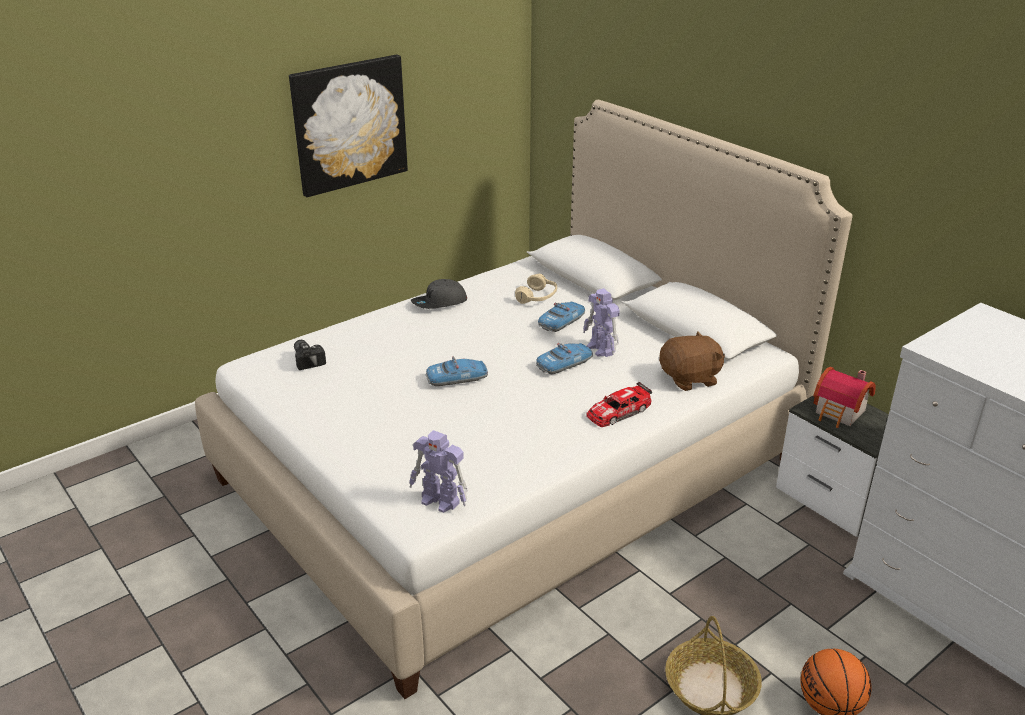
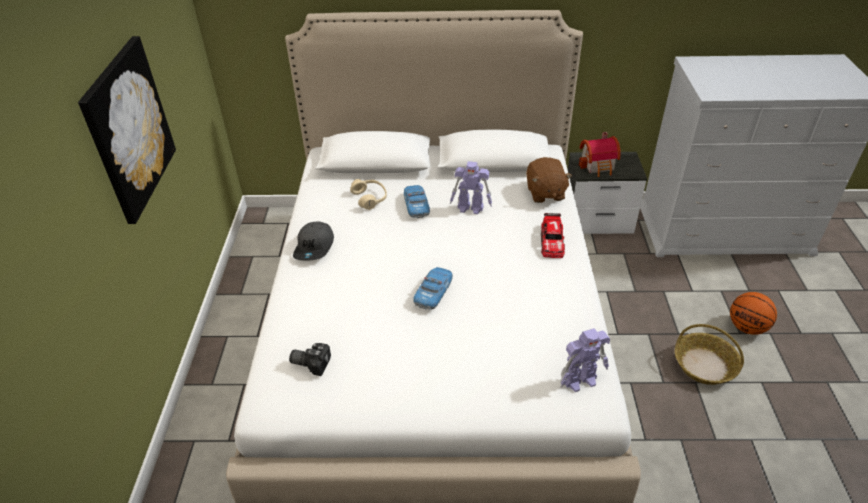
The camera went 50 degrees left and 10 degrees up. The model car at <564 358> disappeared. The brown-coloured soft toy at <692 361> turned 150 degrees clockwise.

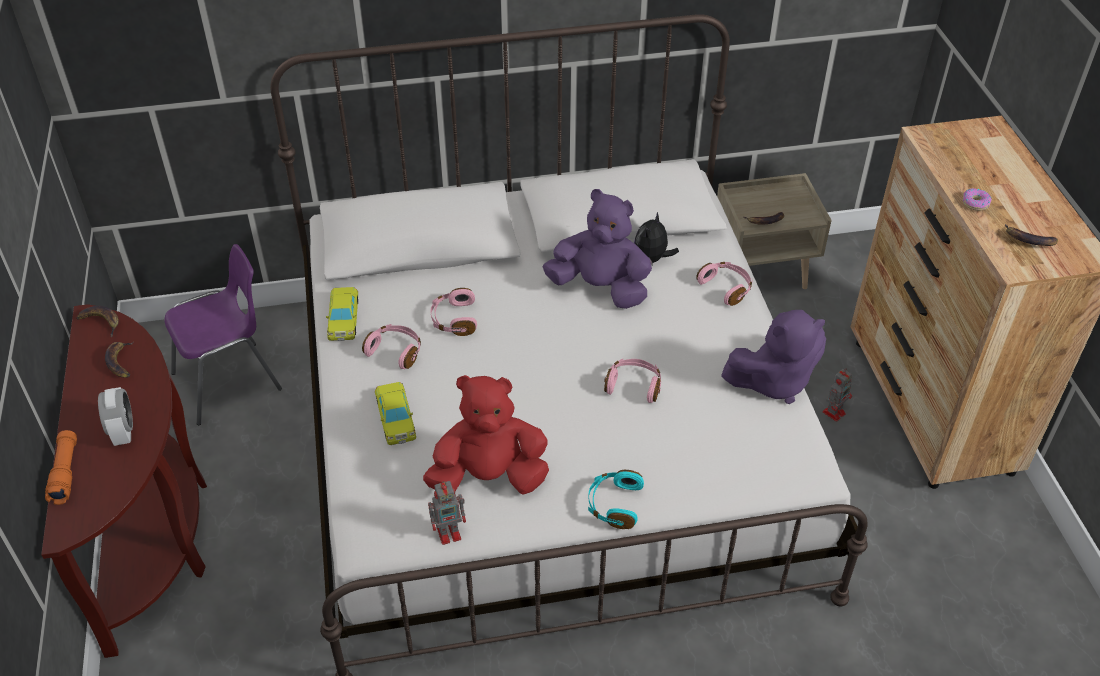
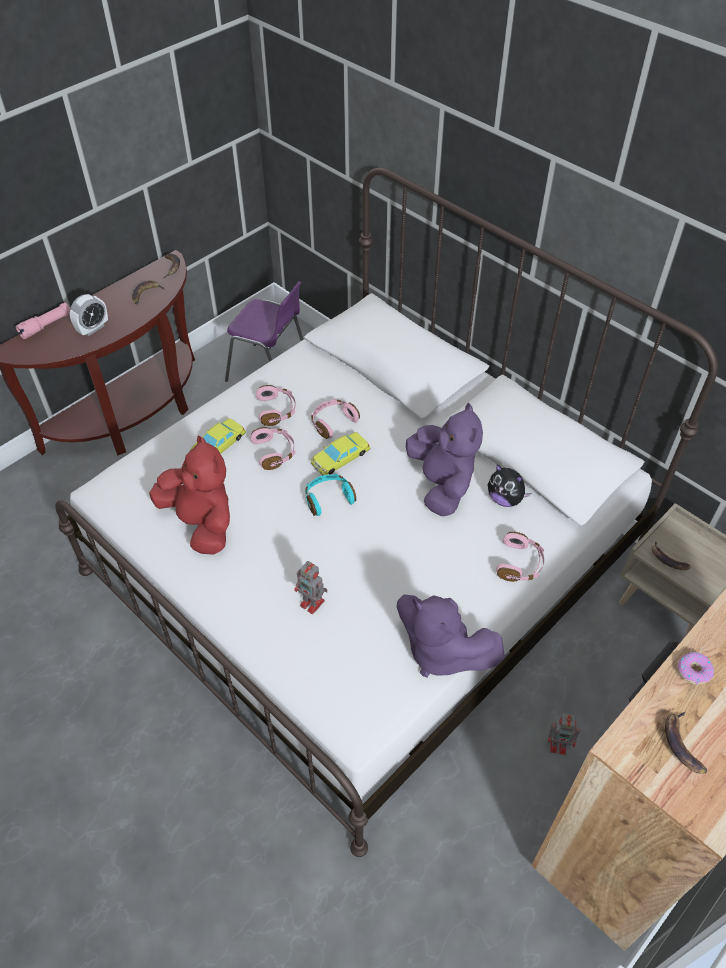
The camera went 55 degrees right and 5 degrees up. The yellowish model car moved from <342 314> to <341 453>. The toy robot moved from <447 513> to <311 587>. The turquoise headphones moved from <616 499> to <330 494>. The pink-coloured headphones moved from <632 380> to <273 448>. The orangey flashlight at <61 467> became the pink-coloured flashlight at <43 321>. The soft toy at <656 239> turned 135 degrees counterclockwise.

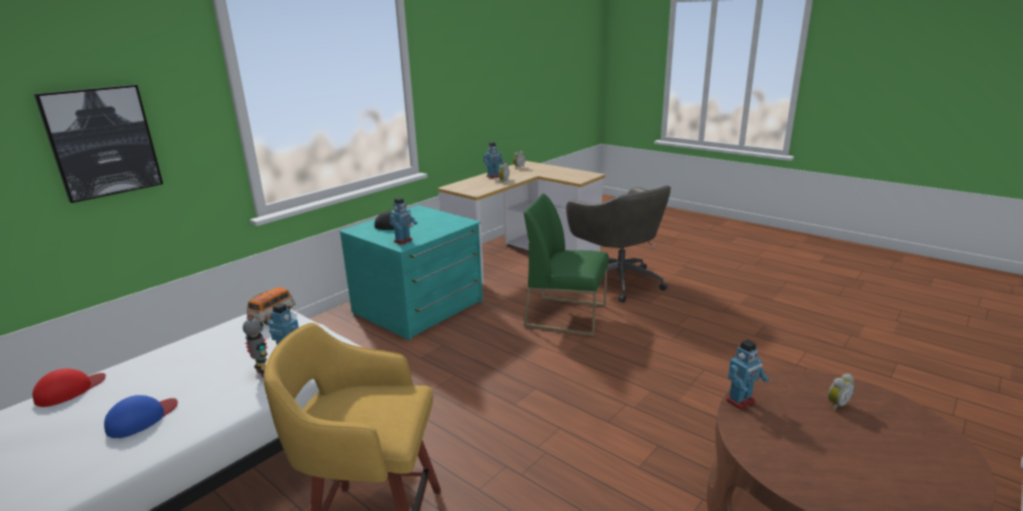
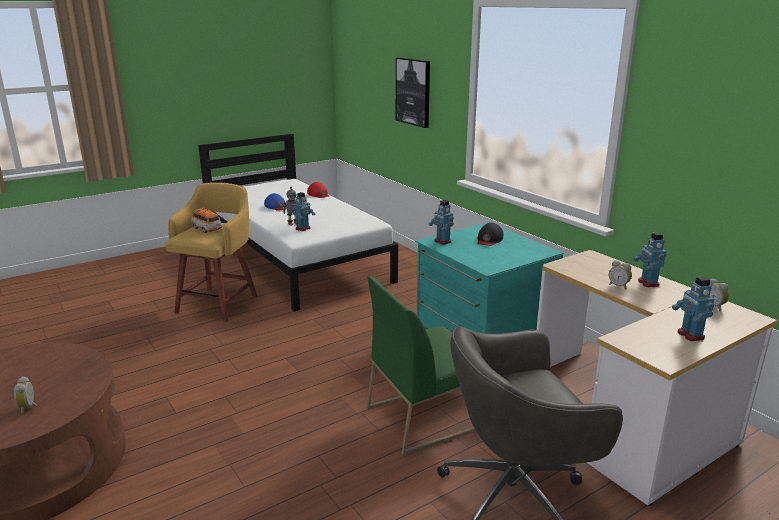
The camera went 105 degrees right and 0 degrees up. The model car moved from <271 306> to <206 220>. The toy robot moved from <747 374> to <693 308>. The green chair at <566 264> turned 150 degrees counterclockwise.

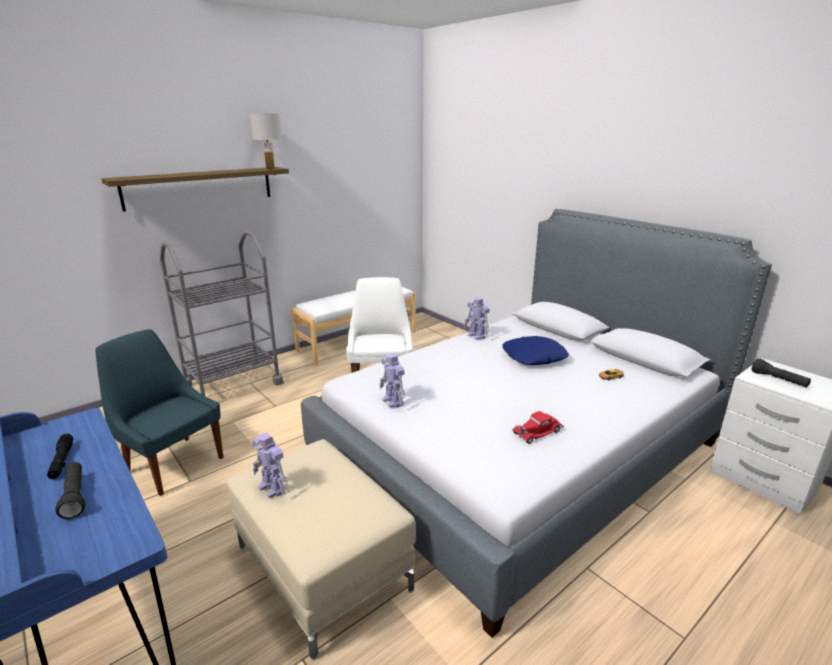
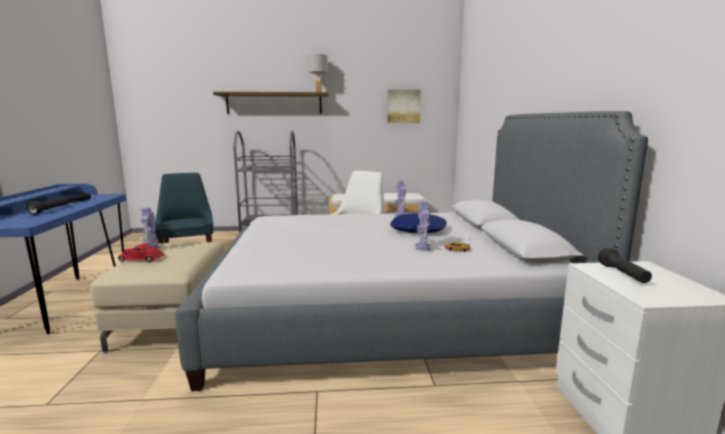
The camera went 35 degrees right and 10 degrees down. The wall picture at <404 106> appeared. The toy robot moved from <392 380> to <423 226>. The red model car moved from <538 427> to <141 253>.

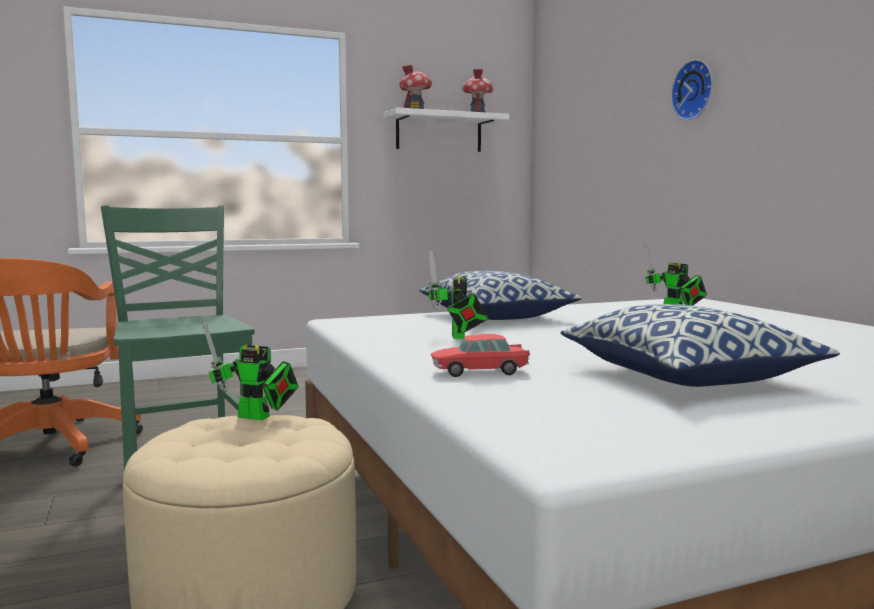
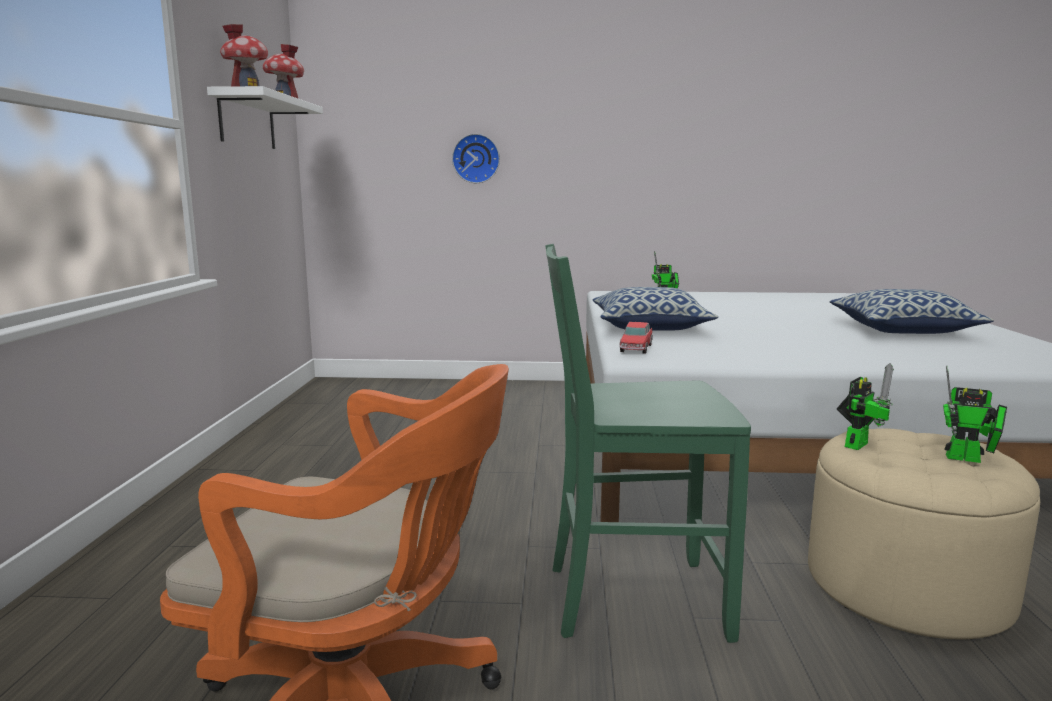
The camera went 65 degrees left and 5 degrees up. The toy robot moved from <458 294> to <975 414>. The model car moved from <480 355> to <636 338>. The hanging clock moved from <692 89> to <476 158>.

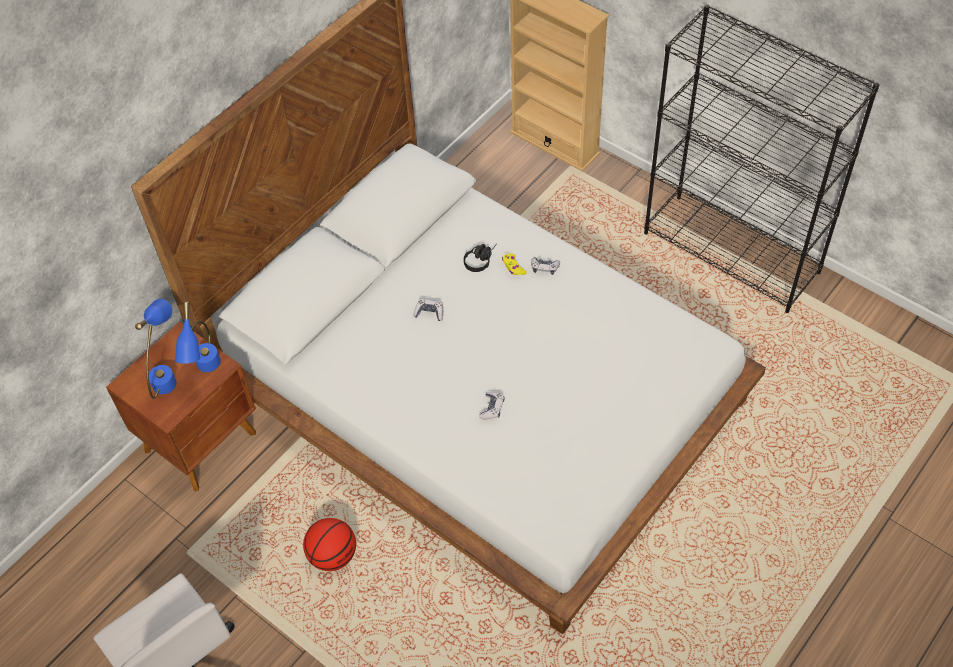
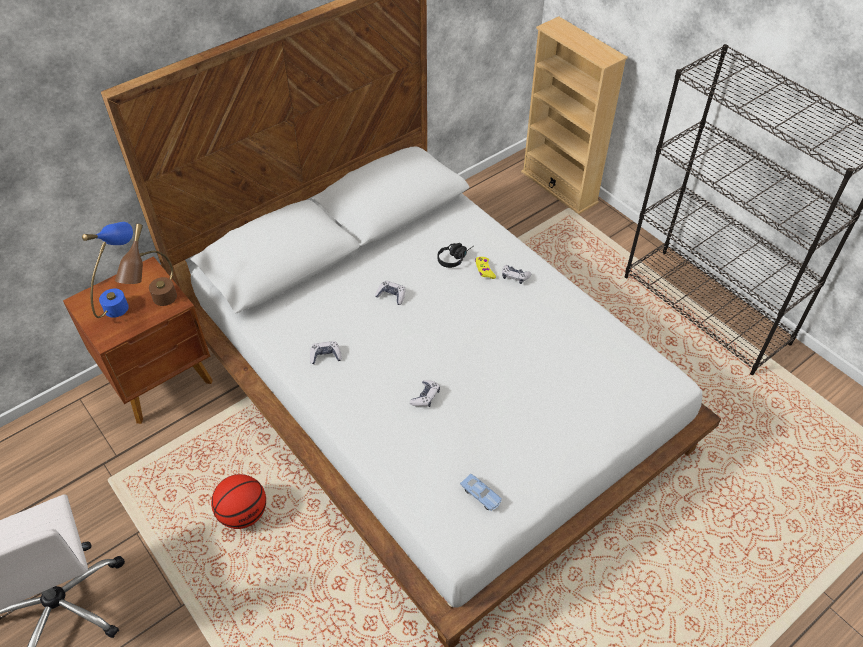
The camera went 10 degrees right and 5 degrees down. The gamepad at <326 352> appeared. The blue model car at <481 492> appeared. The blue lamp for a table at <198 336> became the brown-coloured lamp for a table at <146 264>.

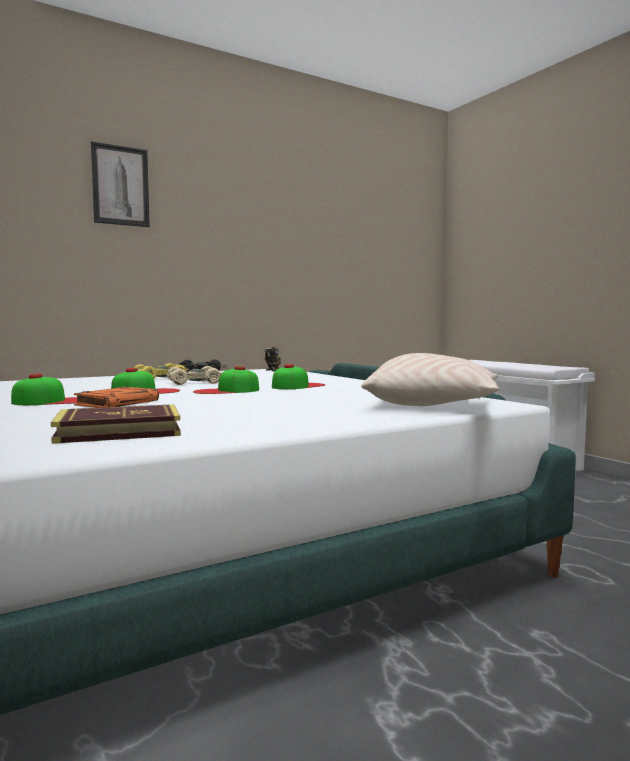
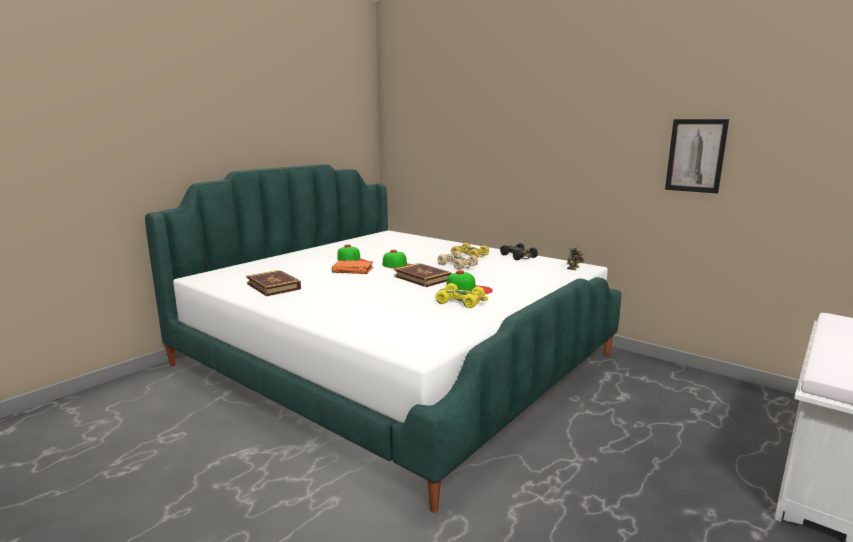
The camera went 70 degrees right and 10 degrees up. The beige throw pillow at <430 379> disappeared. The yellowish model car at <461 295> appeared. The wall picture moved from <120 184> to <697 156>. The cap at <226 380> was replaced by the volume at <422 275>.

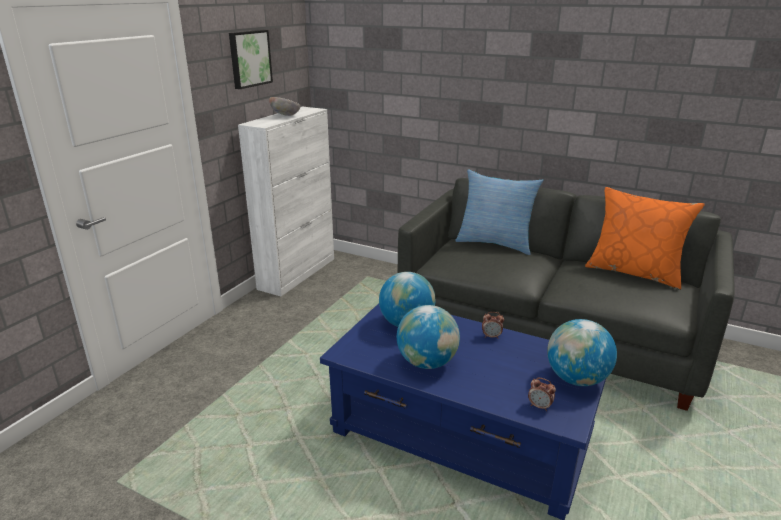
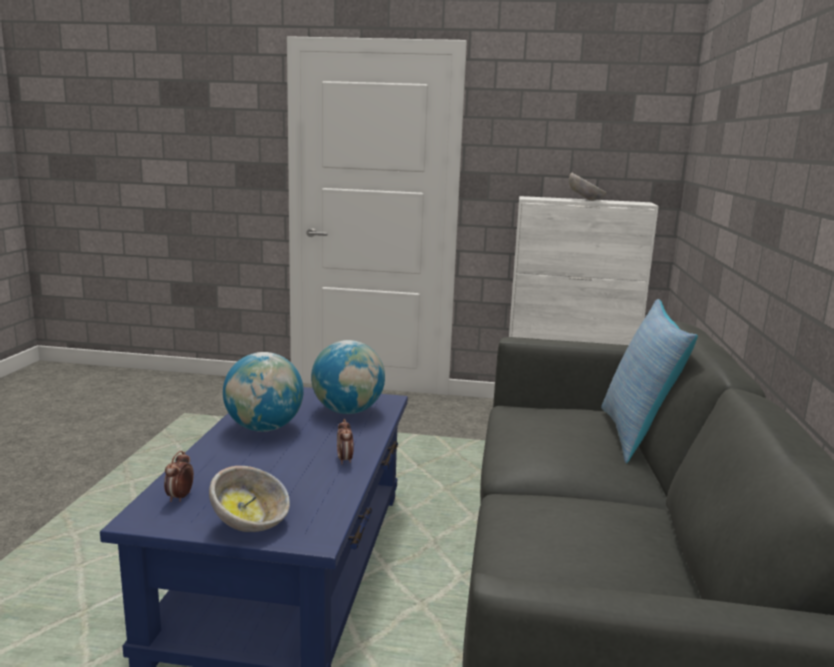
The camera went 70 degrees right and 10 degrees down. The wall picture at <251 59> disappeared. The orangey throw pillow at <645 238> disappeared. The globe at <582 352> was replaced by the serving bowl at <249 499>.

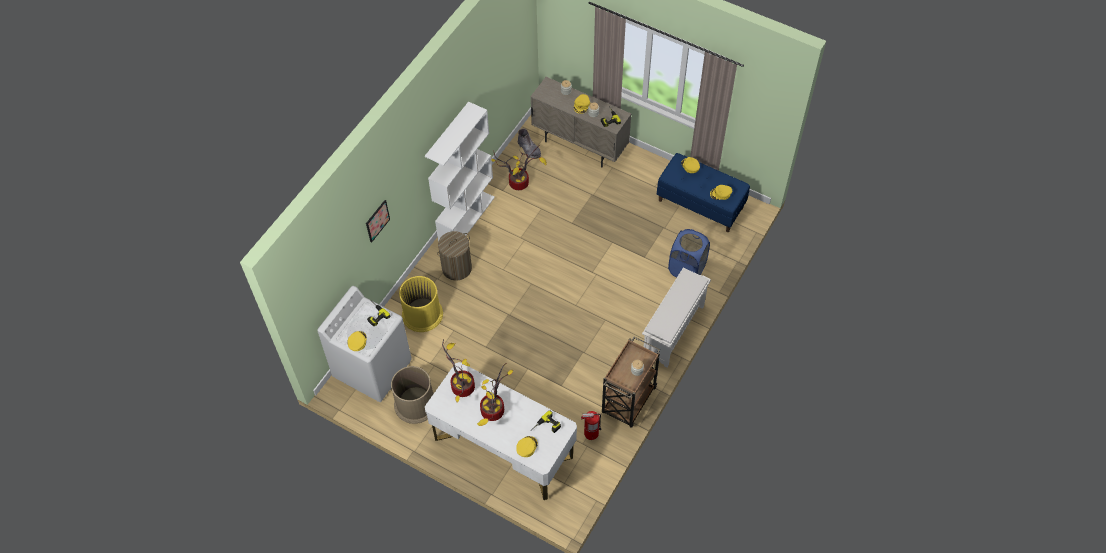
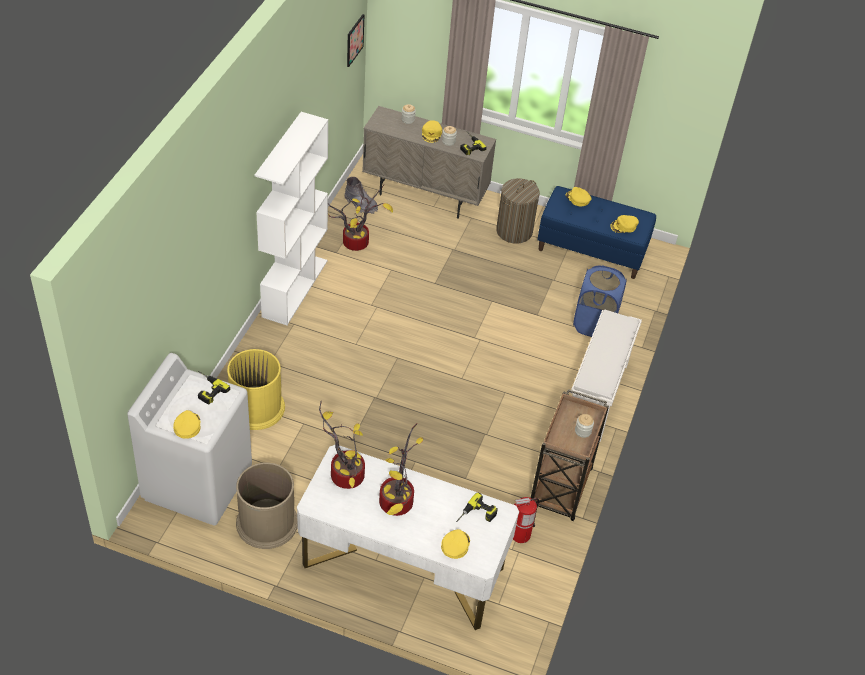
The camera went 15 degrees left and 10 degrees down. The wall picture moved from <378 221> to <356 40>. The washing basket moved from <454 256> to <518 211>.

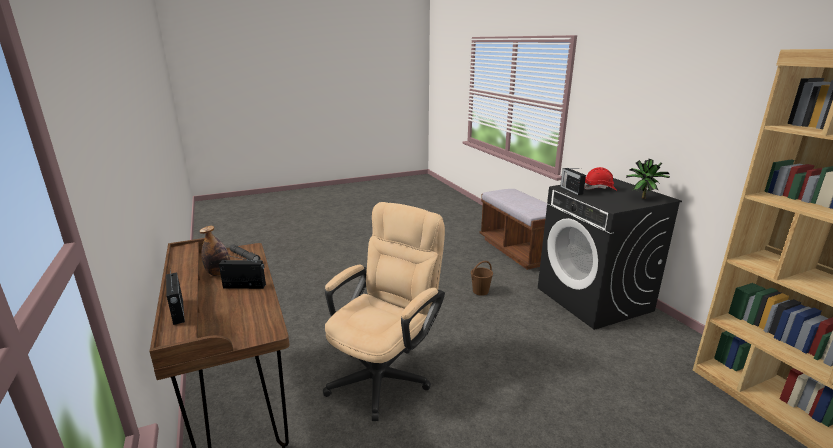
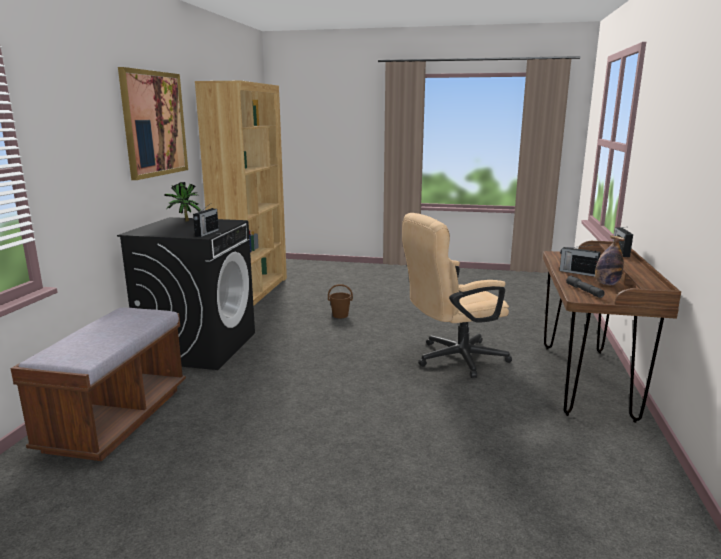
The camera went 145 degrees left and 5 degrees down. The red work helmet at <600 179> disappeared. The wall picture at <153 123> appeared. The brown-coloured bucket moved from <482 278> to <340 301>.

